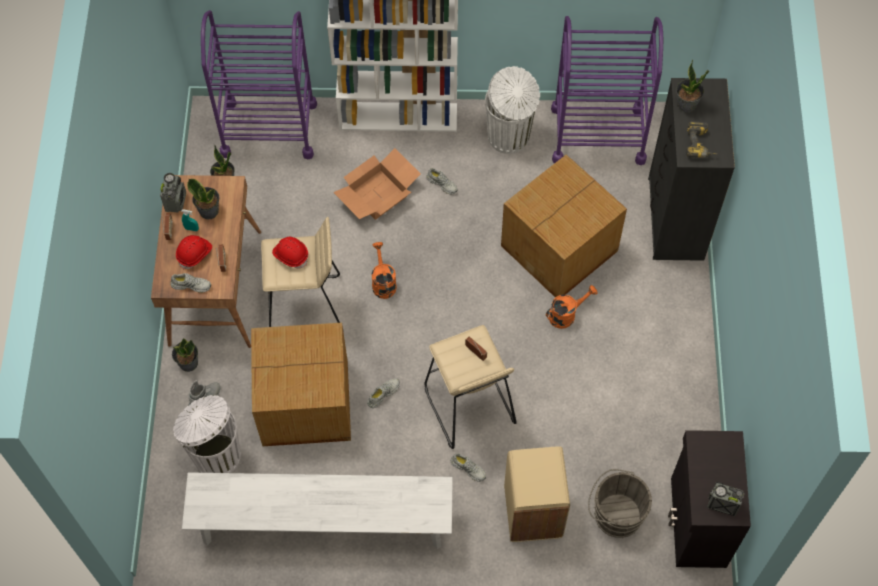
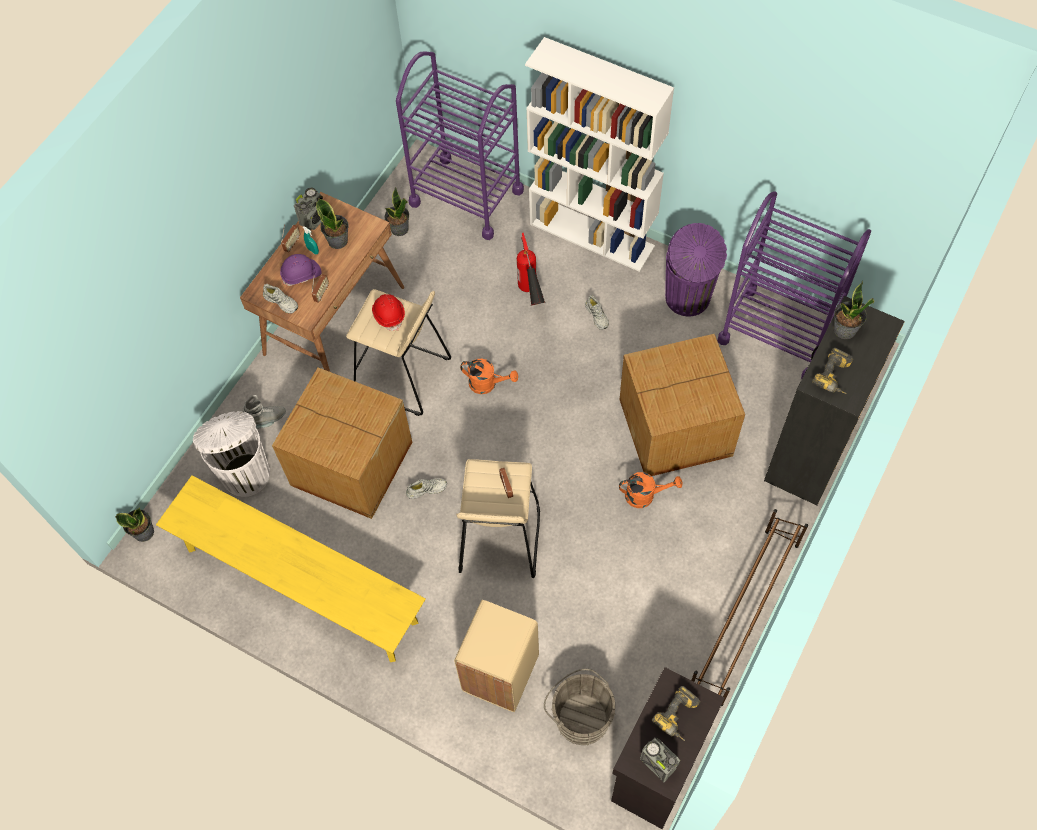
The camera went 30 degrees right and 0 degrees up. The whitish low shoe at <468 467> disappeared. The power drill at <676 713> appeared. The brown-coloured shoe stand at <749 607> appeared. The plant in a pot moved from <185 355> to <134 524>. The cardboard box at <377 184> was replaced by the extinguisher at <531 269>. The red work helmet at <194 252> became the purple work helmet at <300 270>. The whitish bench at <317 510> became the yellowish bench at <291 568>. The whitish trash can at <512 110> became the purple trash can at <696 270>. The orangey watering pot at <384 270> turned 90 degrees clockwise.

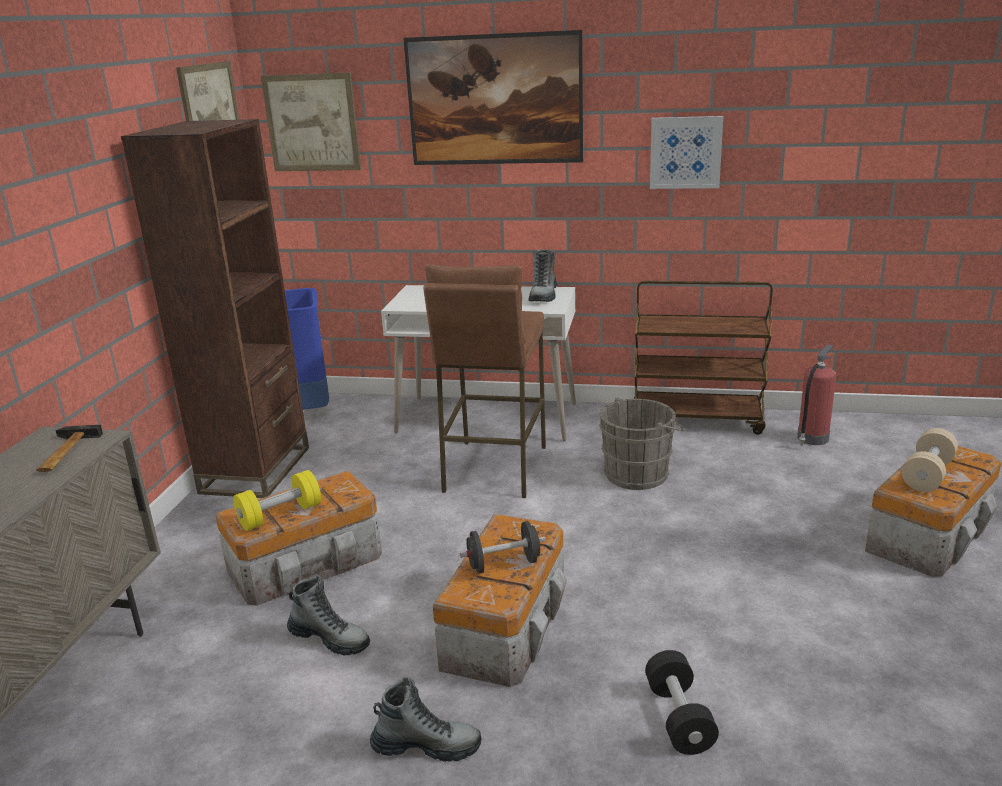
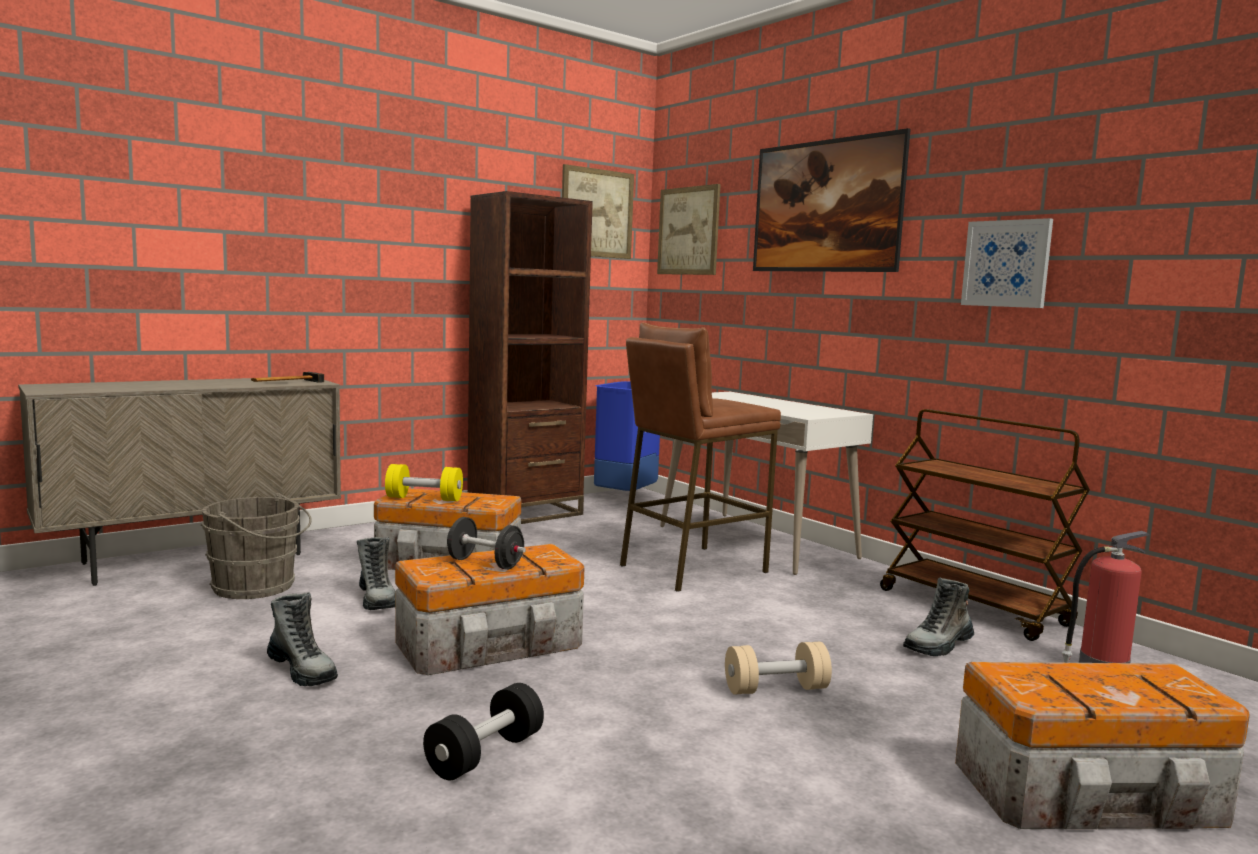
The camera went 40 degrees right and 15 degrees down. The tall boot moved from <543 275> to <938 617>. The greyish bucket moved from <642 443> to <256 546>. The beige hand weight moved from <930 460> to <778 668>.

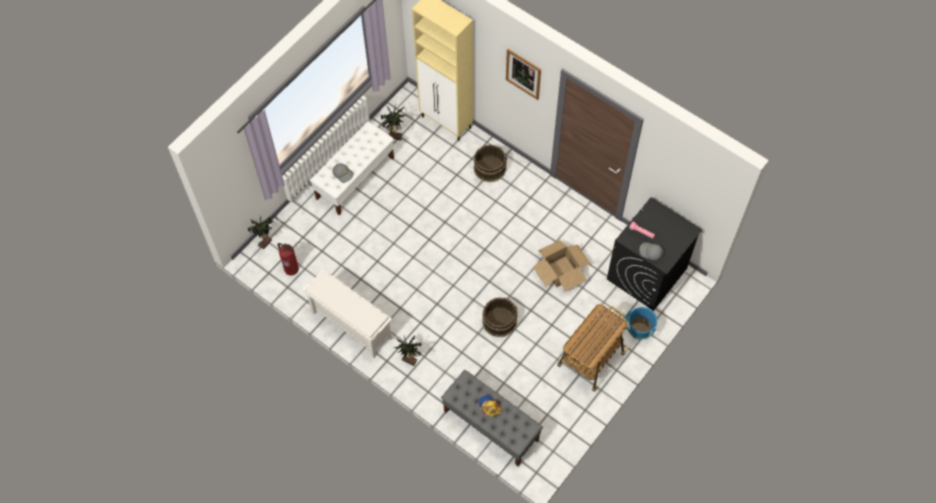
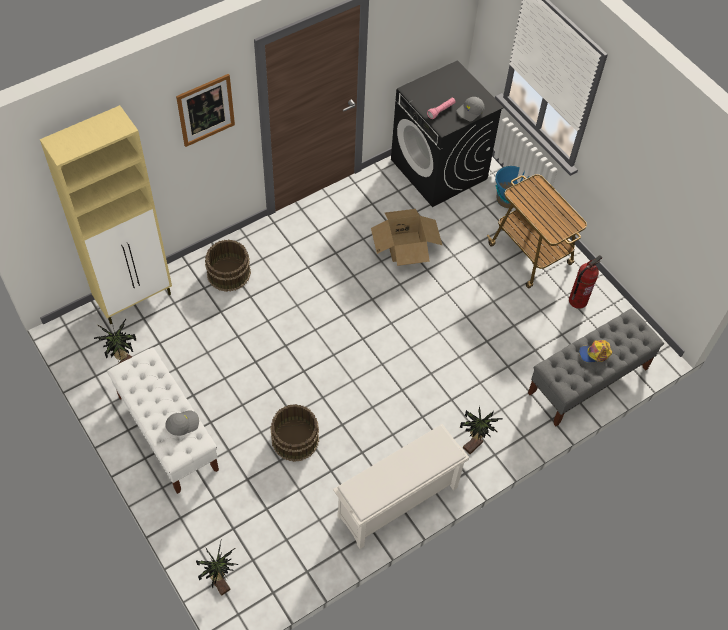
The camera went 75 degrees left and 5 degrees down. The extinguisher moved from <288 259> to <585 282>. The brown-coloured bucket moved from <500 317> to <294 433>.

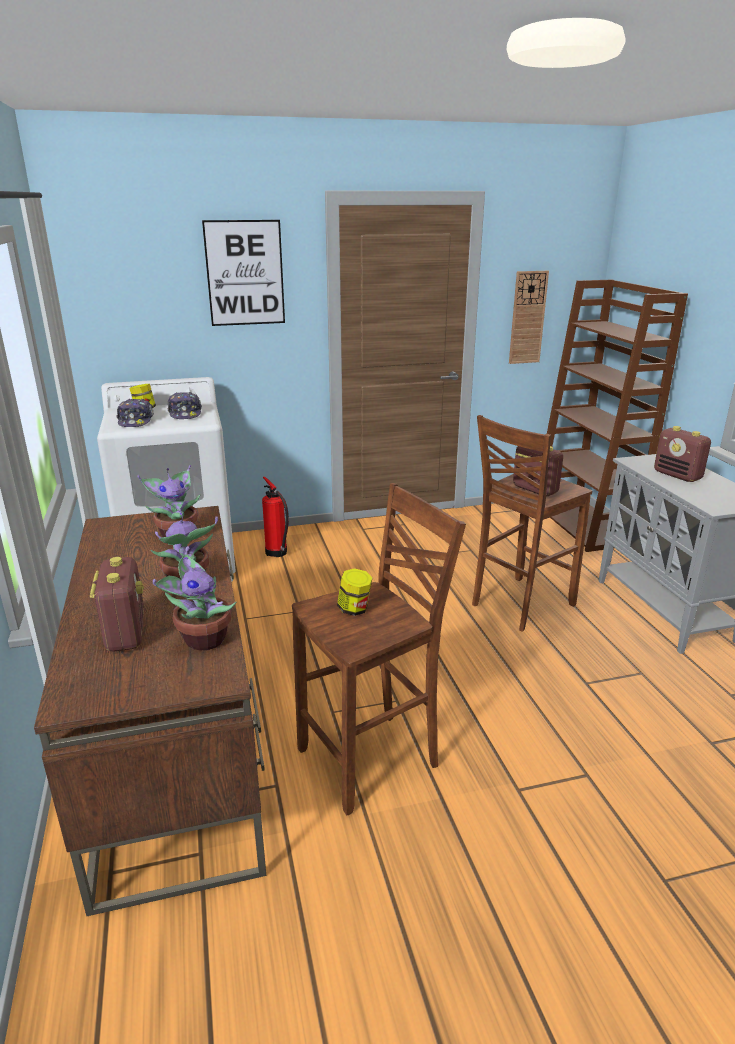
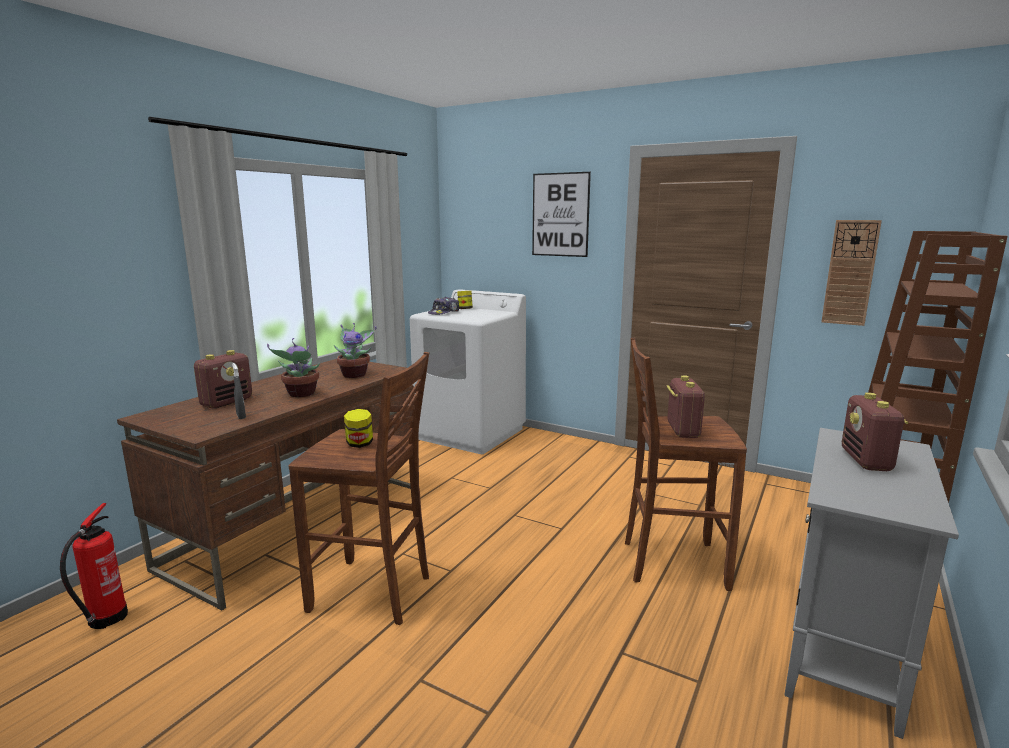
The camera went 45 degrees right and 10 degrees down. The cap at <184 405> disappeared. The extinguisher moved from <275 517> to <94 566>. The plant in a pot at <195 598> was replaced by the greyish sprayer at <239 391>.

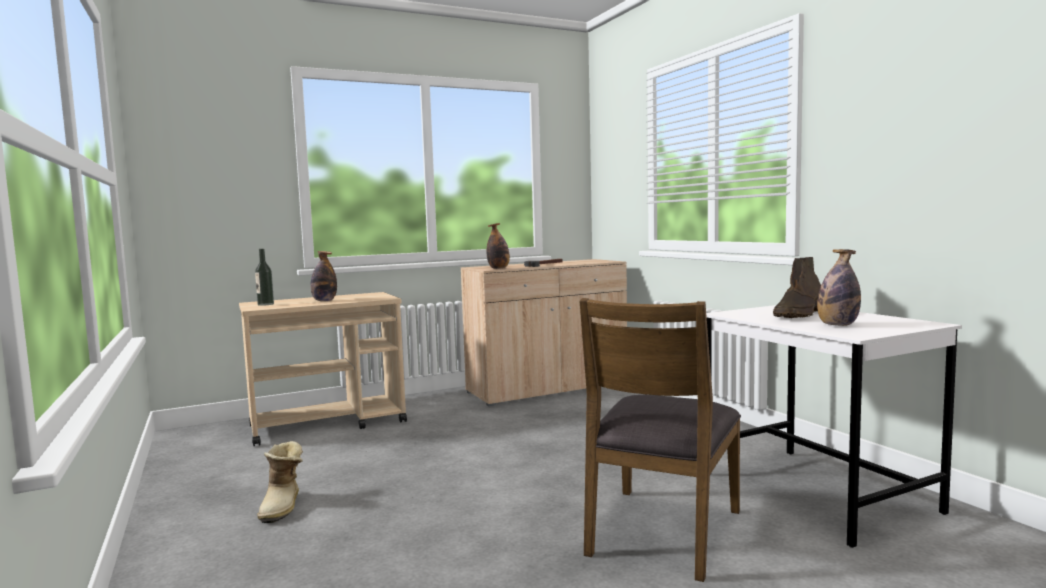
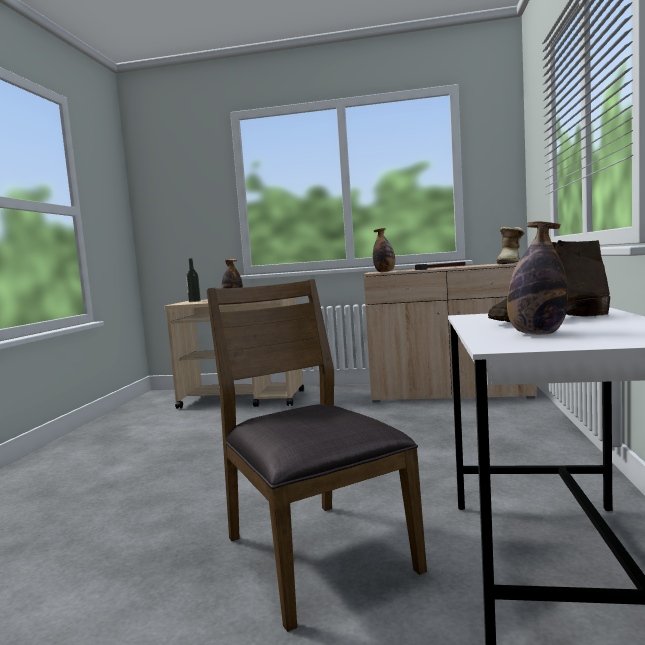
The camera went 35 degrees right and 0 degrees up. The tall boot moved from <280 482> to <510 245>. The brown-coloured chair at <660 440> turned 90 degrees clockwise.

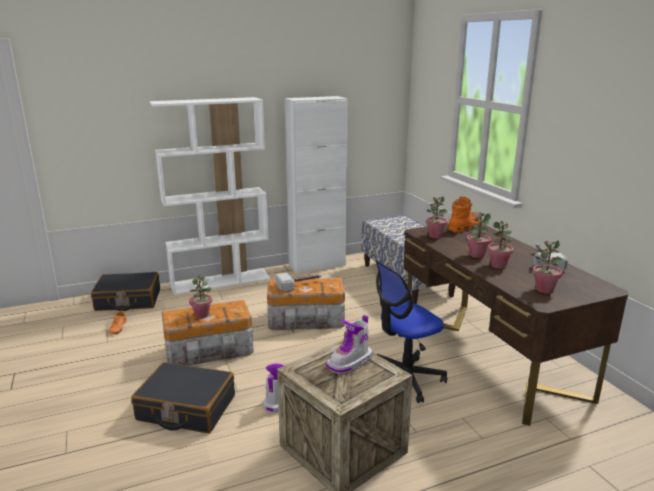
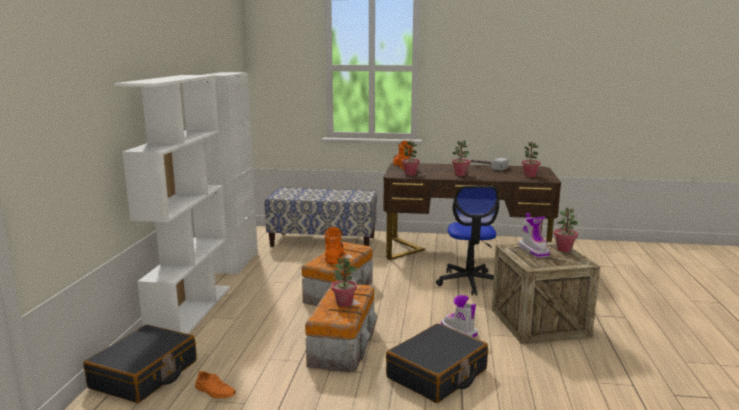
The camera went 60 degrees left and 5 degrees down. The plant in a pot moved from <500 245> to <566 230>. The tool hammer at <298 282> was replaced by the orangey tall boot at <334 245>.

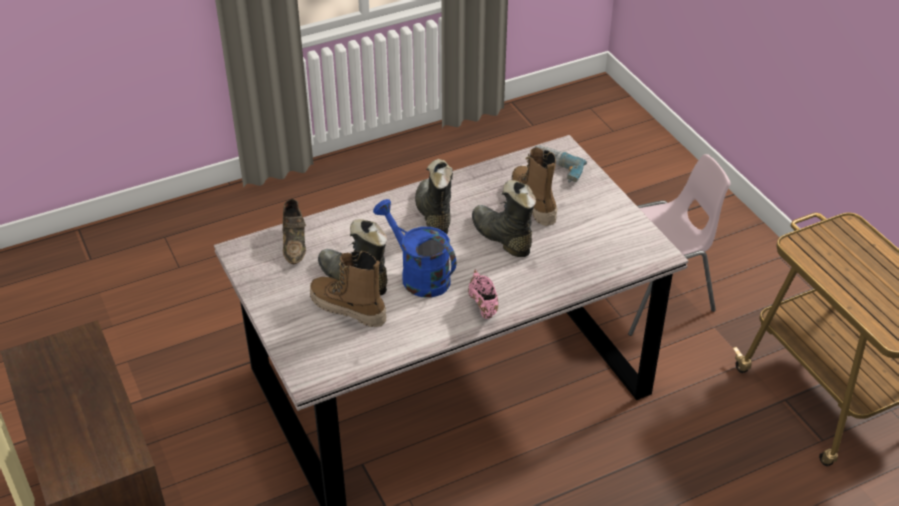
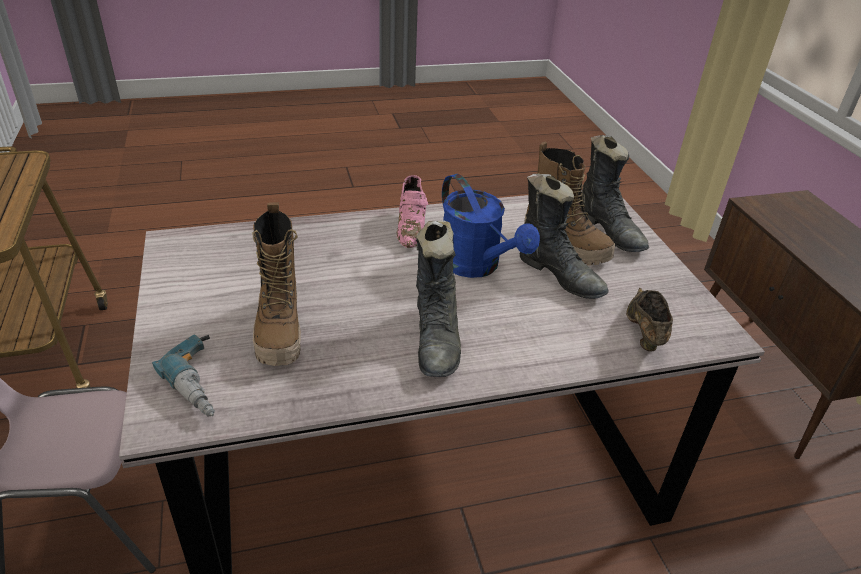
The camera went 170 degrees left and 5 degrees down. The black-coloured tall boot moved from <504 218> to <615 193>.

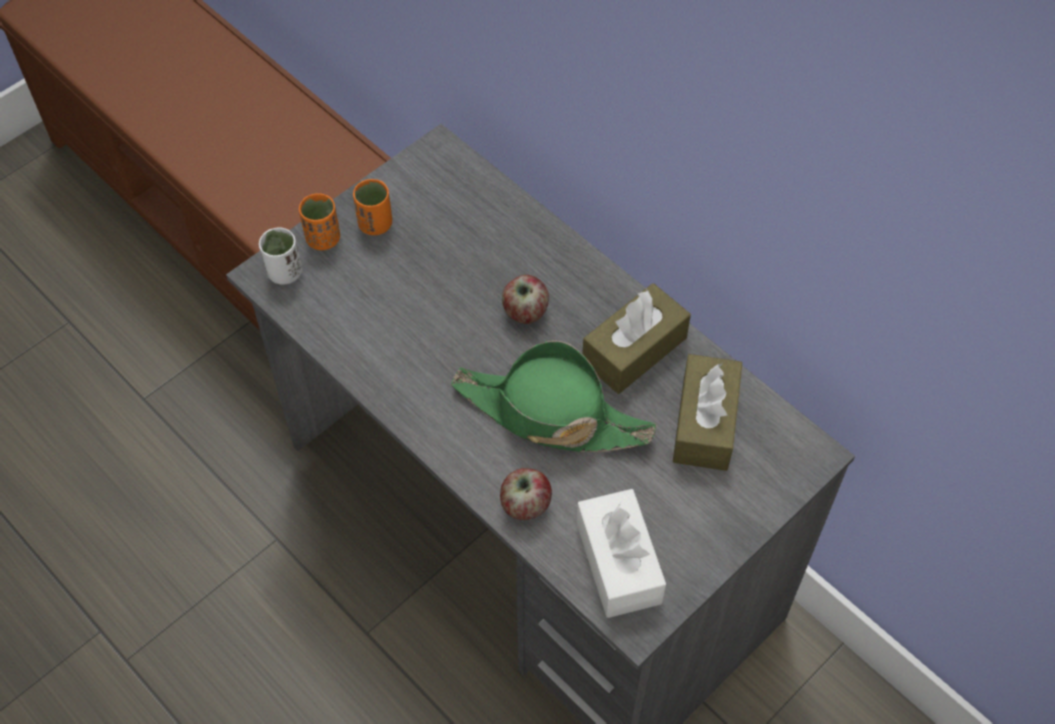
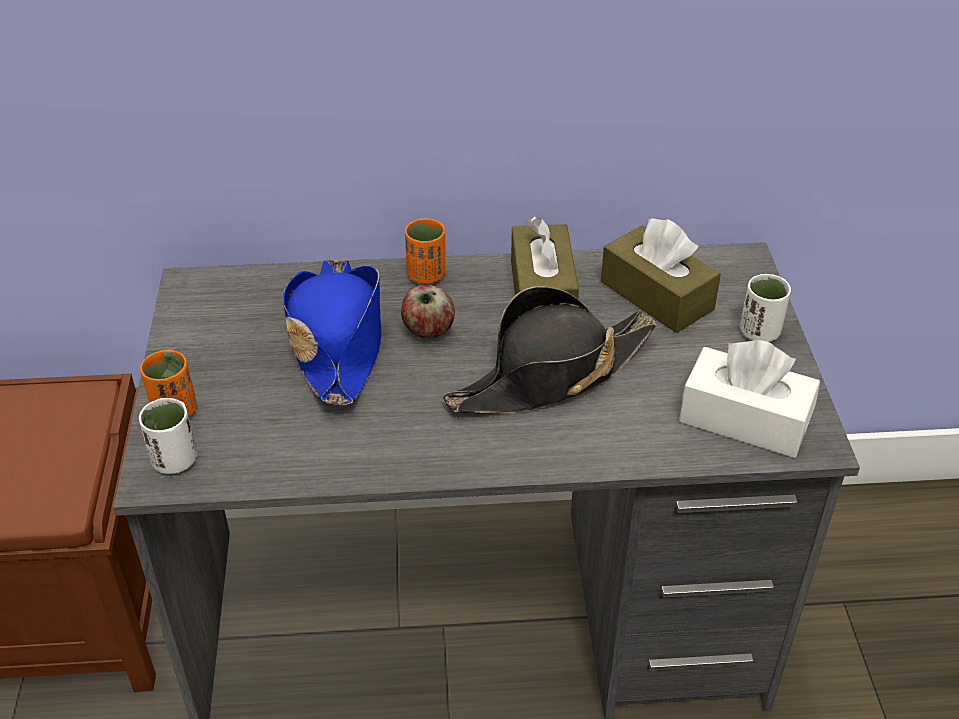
The camera went 50 degrees left and 15 degrees down. The apple at <526 494> disappeared. The blue clothing hat at <332 332> appeared. The whitish small cup at <765 308> appeared. The orangey small cup moved from <372 207> to <425 251>. The green clothing hat at <554 396> became the black-coloured clothing hat at <550 350>.

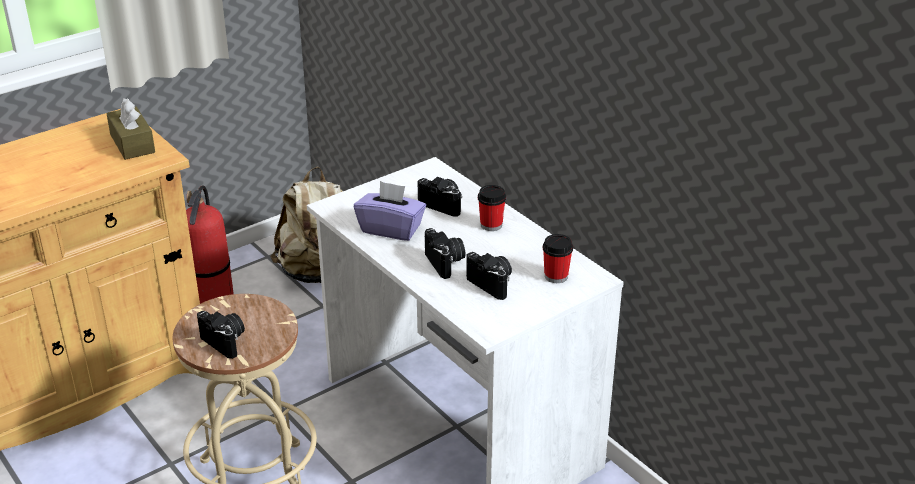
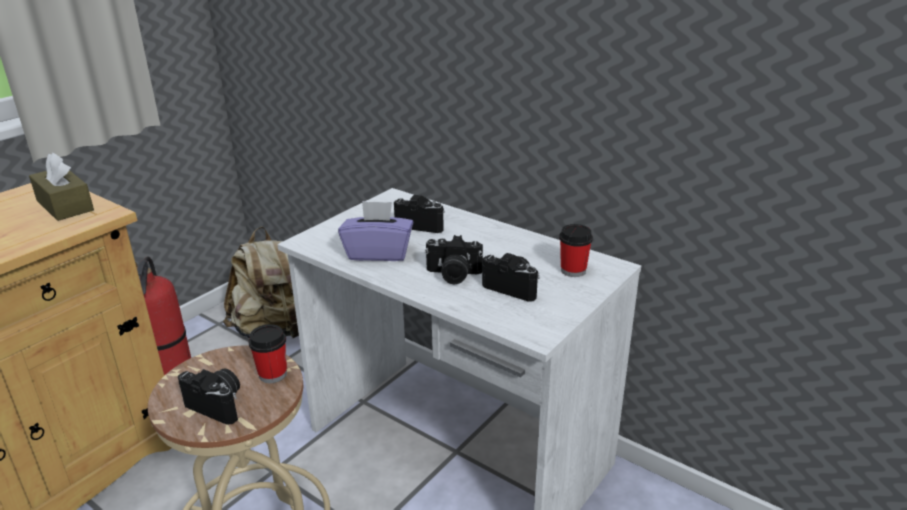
The camera went 15 degrees left and 5 degrees down. The small cup moved from <492 208> to <267 353>. The photo camera at <445 253> turned 135 degrees clockwise.

